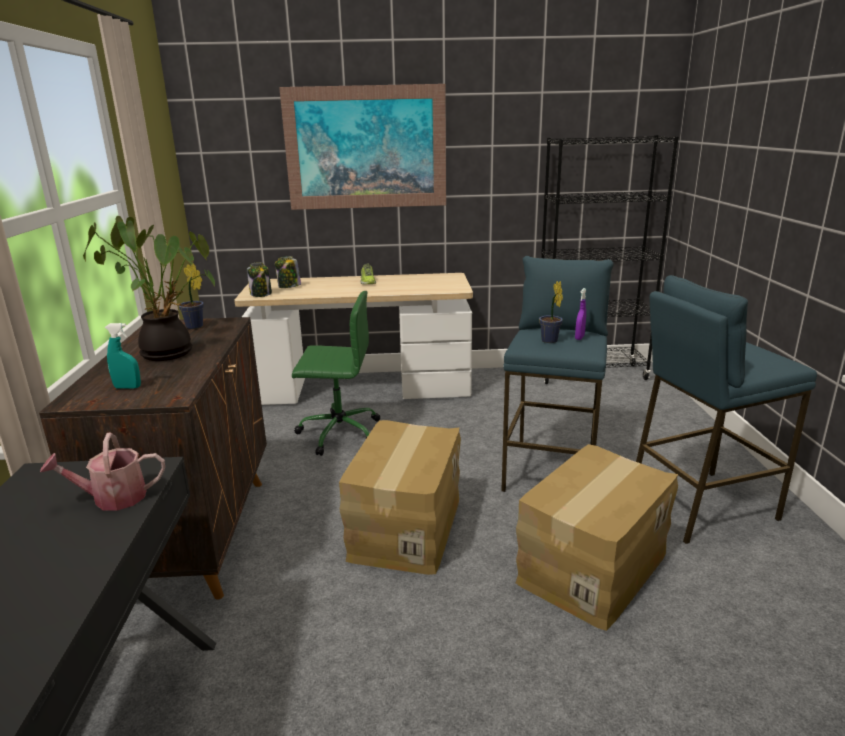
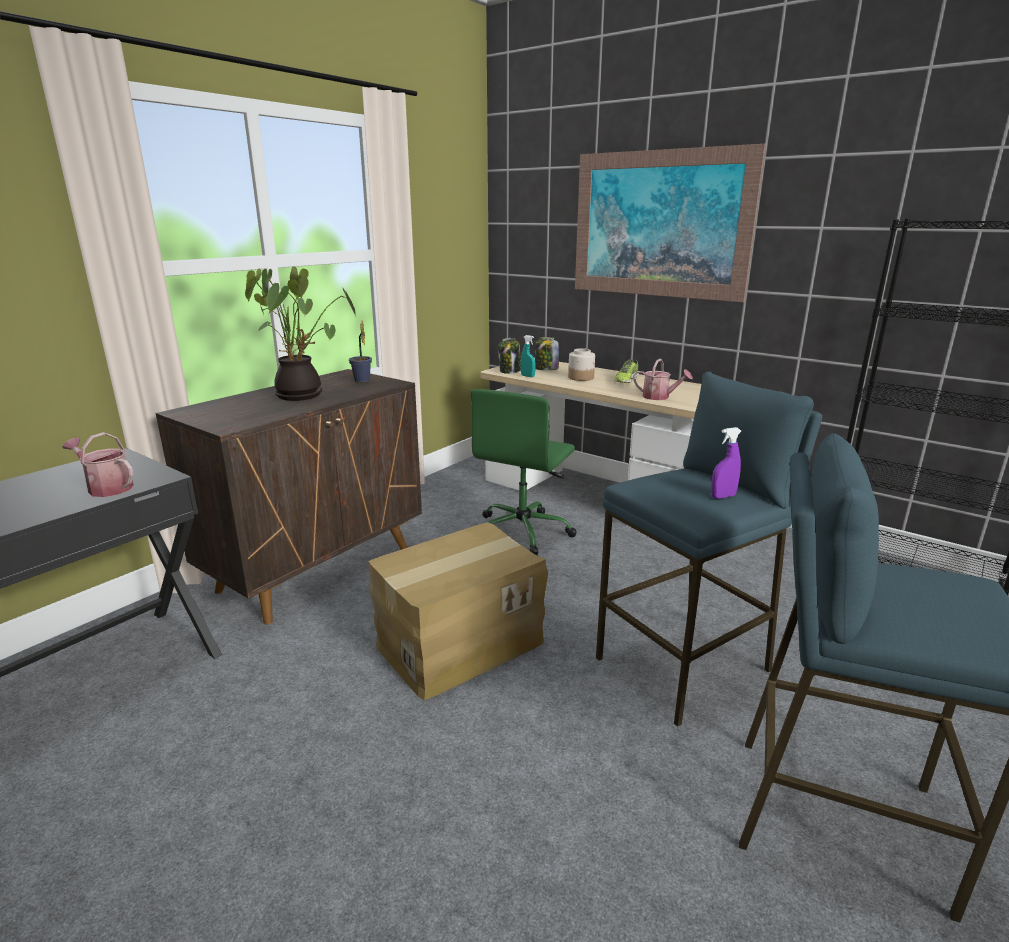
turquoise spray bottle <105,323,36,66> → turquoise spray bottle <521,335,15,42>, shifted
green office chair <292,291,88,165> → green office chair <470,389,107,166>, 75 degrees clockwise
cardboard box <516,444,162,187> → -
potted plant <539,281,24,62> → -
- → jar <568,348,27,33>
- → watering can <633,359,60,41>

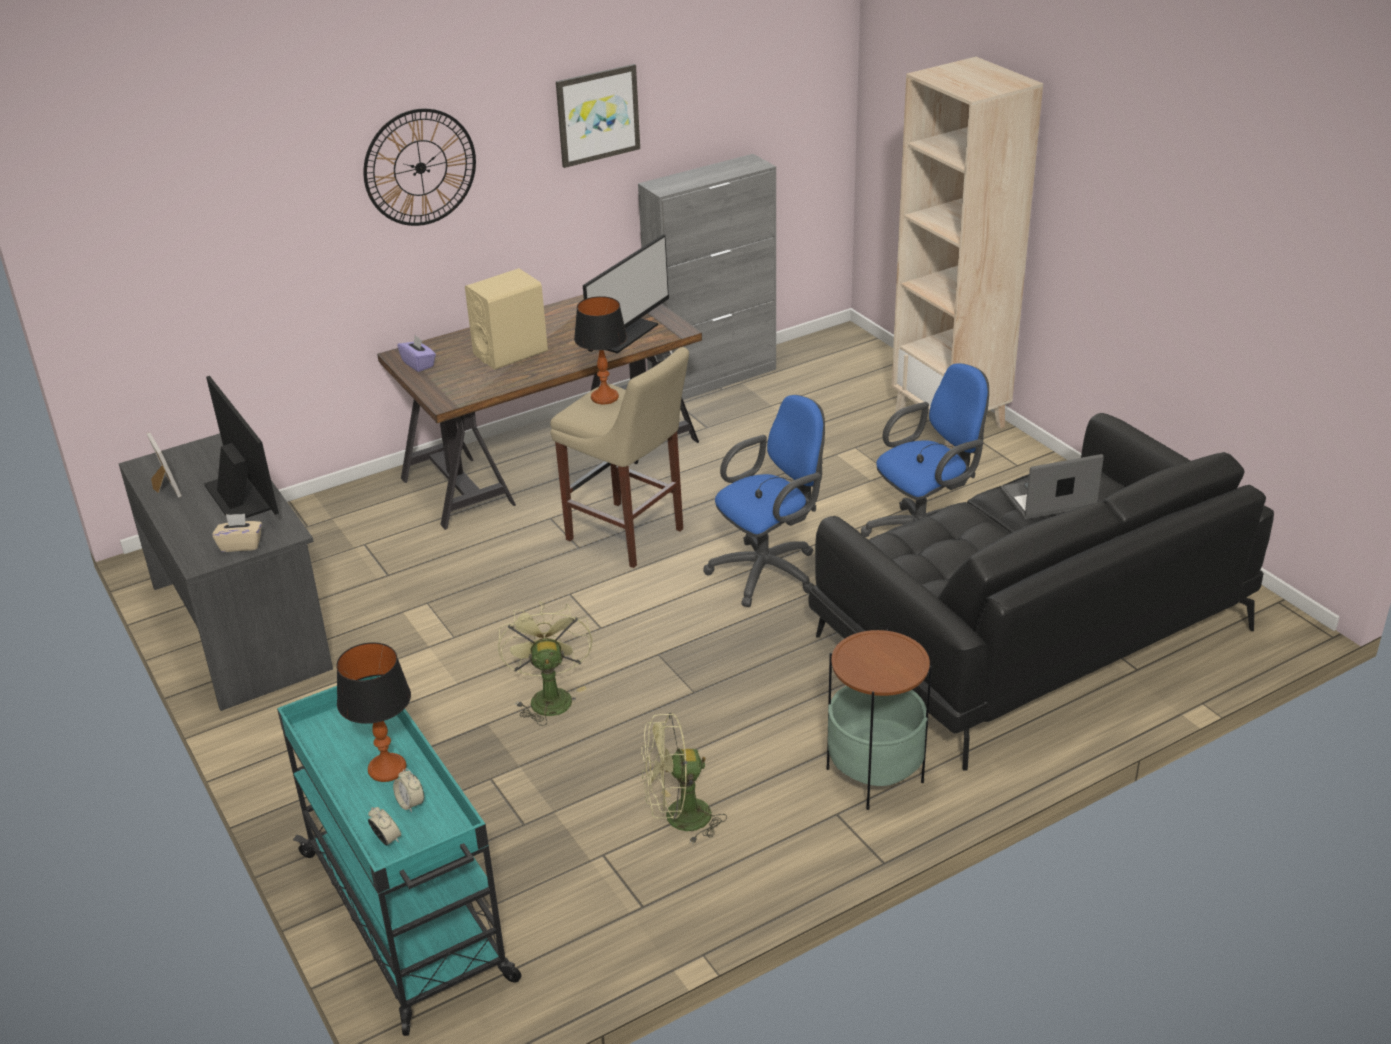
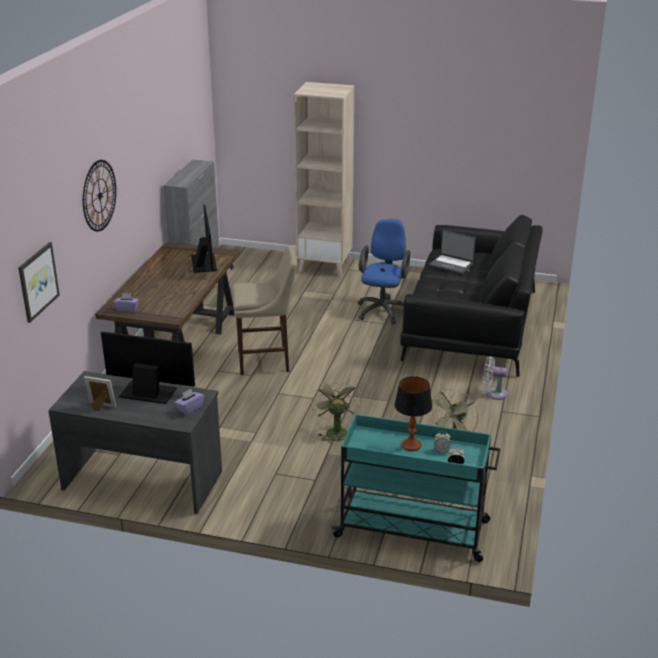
beige tissue box <212,514,50,38> → purple tissue box <175,388,29,27>
beige speaker <465,268,83,102> → -
green fan <498,601,94,125> → green fan <311,377,51,68>, 45 degrees clockwise
picture <556,64,84,104> → picture <18,242,42,81>, shifted
table lamp <574,296,53,108> → -
blue office chair <704,395,121,212> → -
side table <827,629,105,181> → white fan <483,357,25,43>
laptop <1001,454,103,66> → laptop <429,230,47,44>, 90 degrees counterclockwise

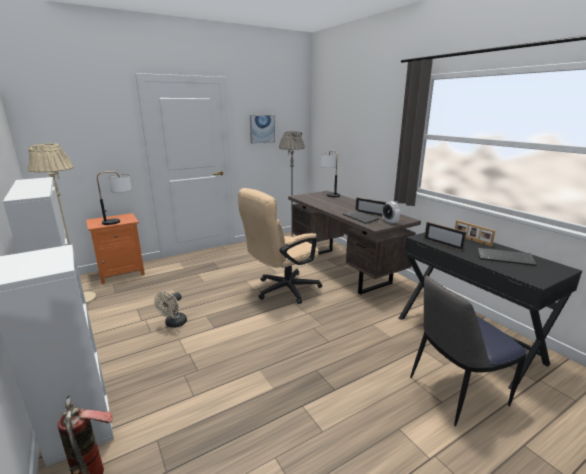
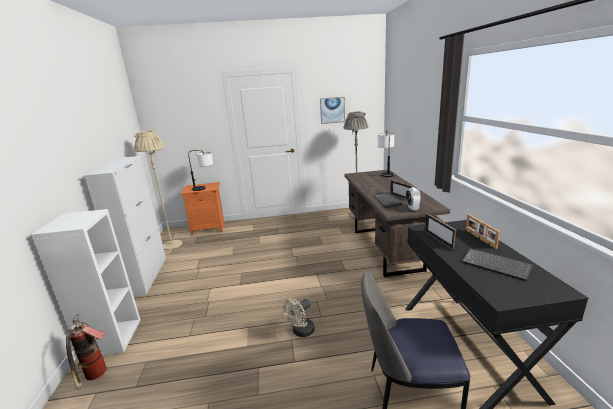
beige fan <154,291,33,37> → beige fan <283,298,32,39>, shifted
beige office chair <238,188,84,116> → -

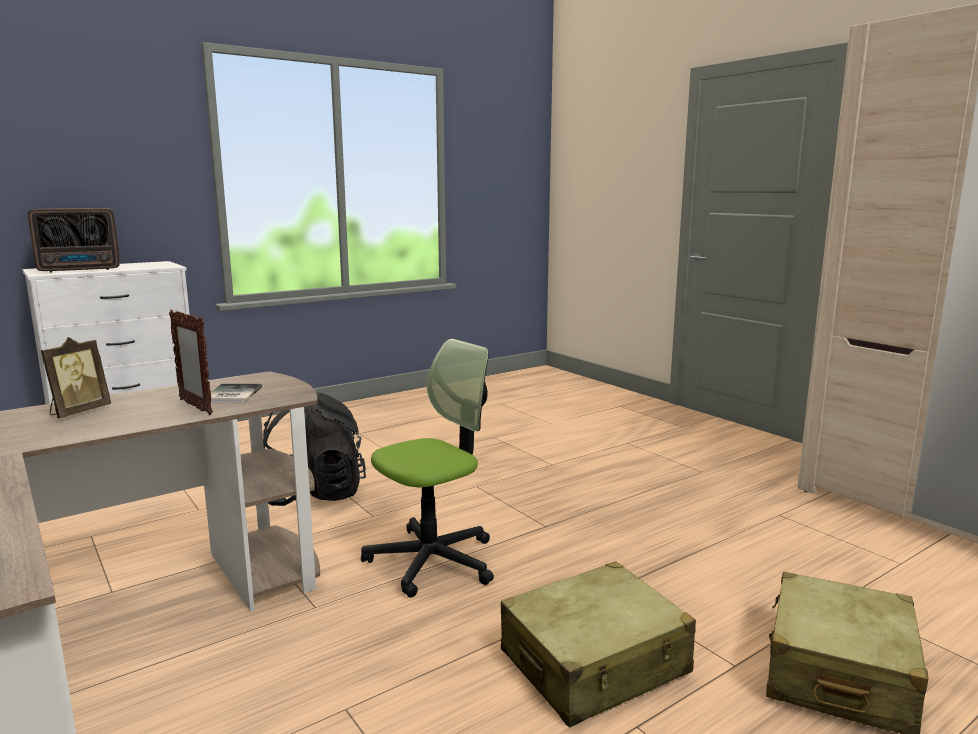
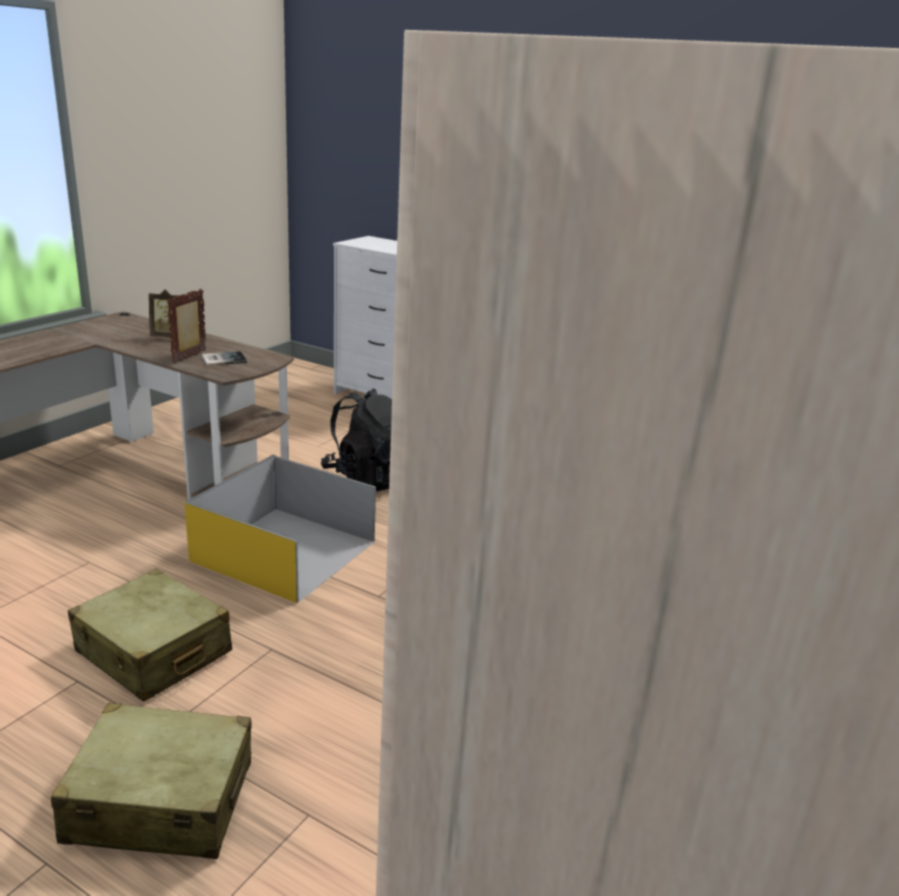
radio <28,208,92,64> → -
office chair <361,339,133,259> → yellow storage box <184,455,192,148>

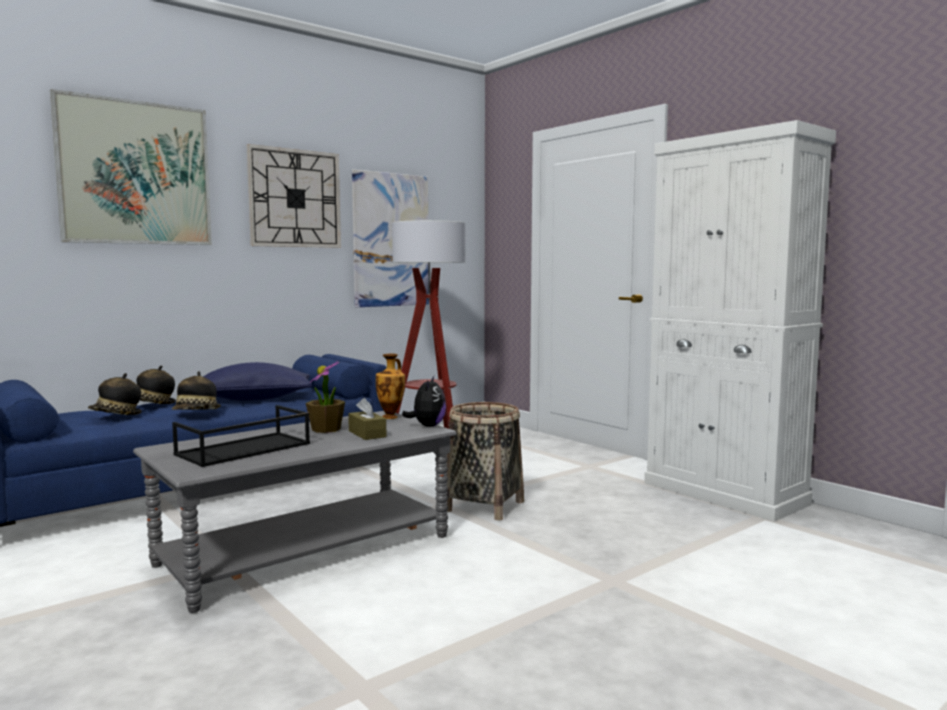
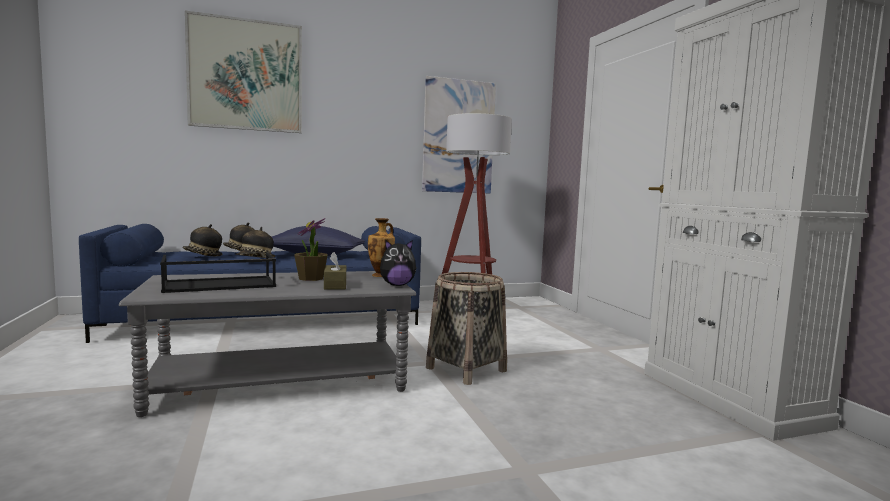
wall clock <247,144,94,104> → -
plush toy <402,376,44,51> → plush toy <380,240,37,46>, 45 degrees clockwise

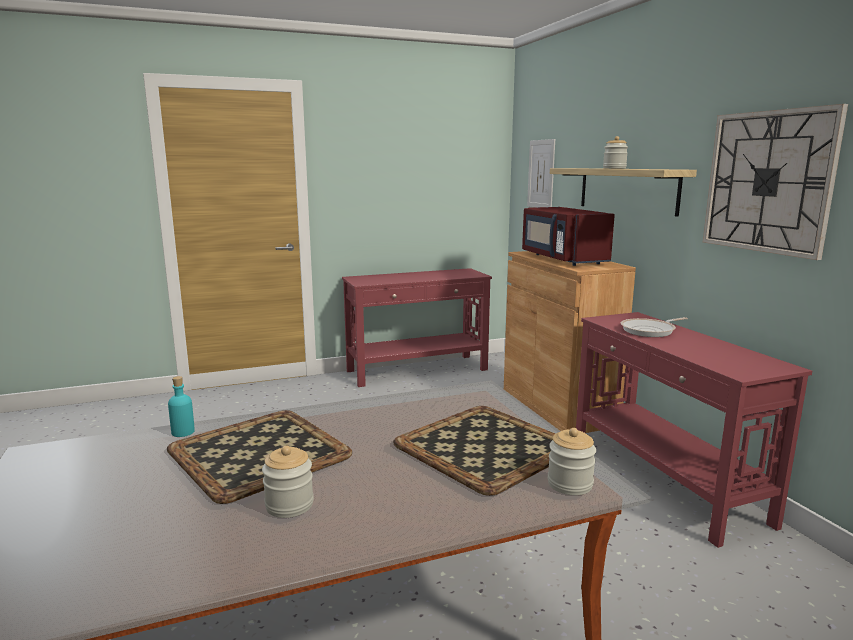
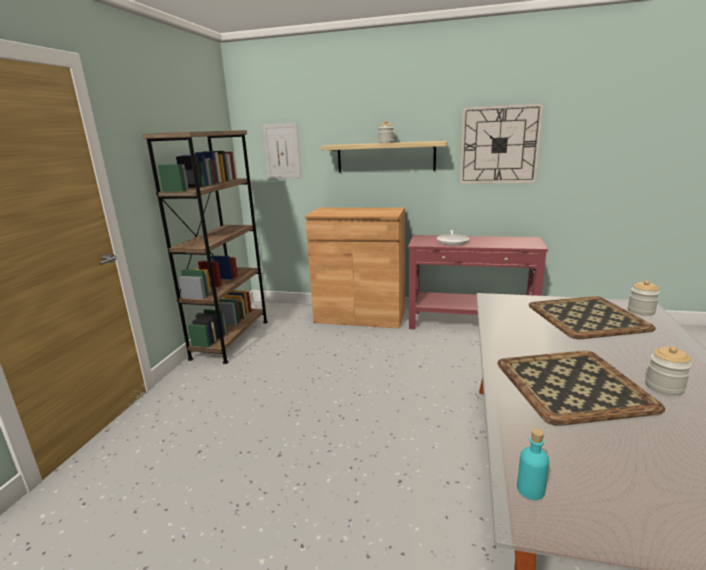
turquoise bottle <168,376,27,61> → turquoise bottle <517,428,32,72>, shifted
red console table <342,268,150,119> → brown bookcase <142,130,126,234>
red microwave <522,207,93,59> → -

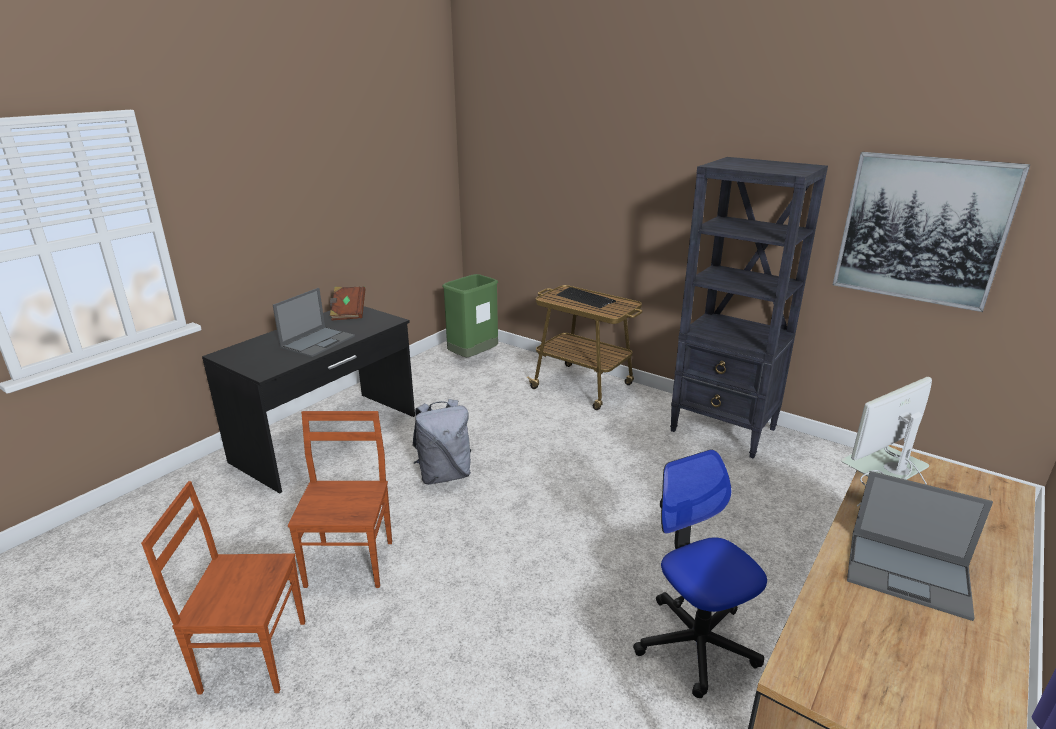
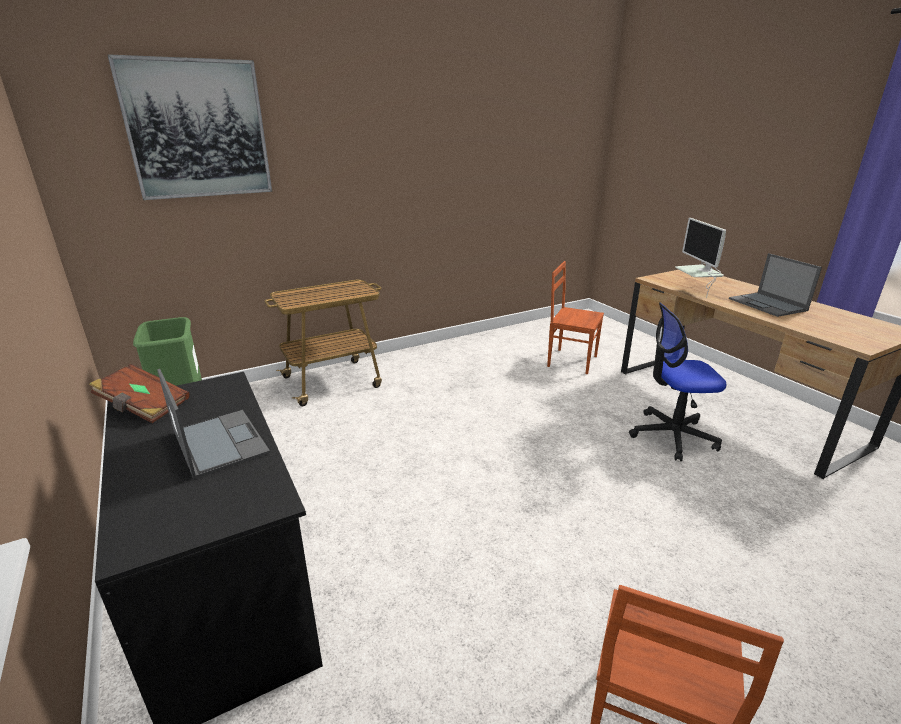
brown chair <288,411,104,177> → brown chair <547,261,57,113>, shifted
grey backpack <412,399,60,86> → -
keyboard <557,287,59,21> → -
black bookcase <670,157,158,302> → -
picture <833,152,197,160> → picture <107,54,165,146>, shifted
laptop <847,471,146,150> → laptop <729,253,93,64>, 105 degrees clockwise

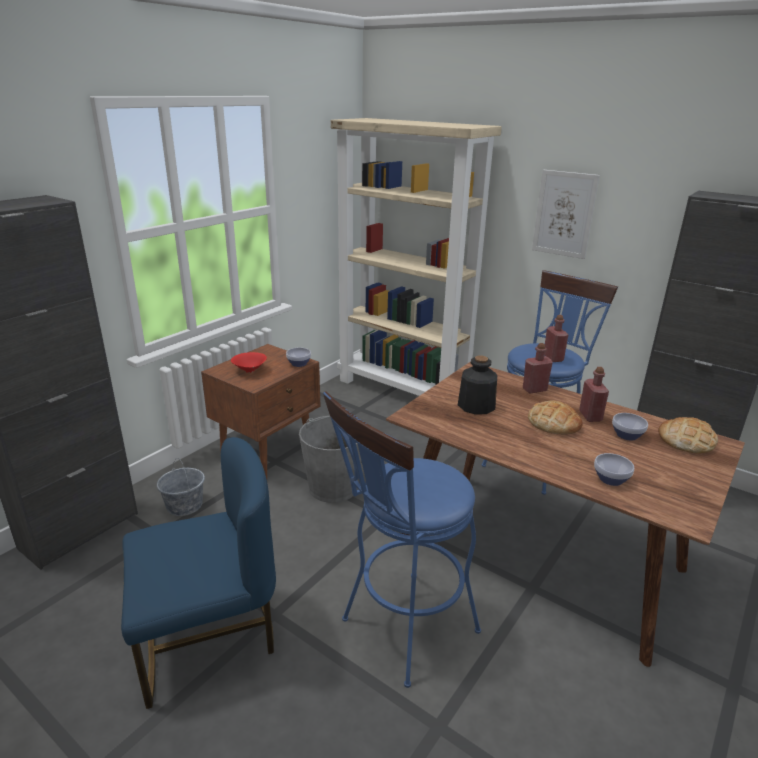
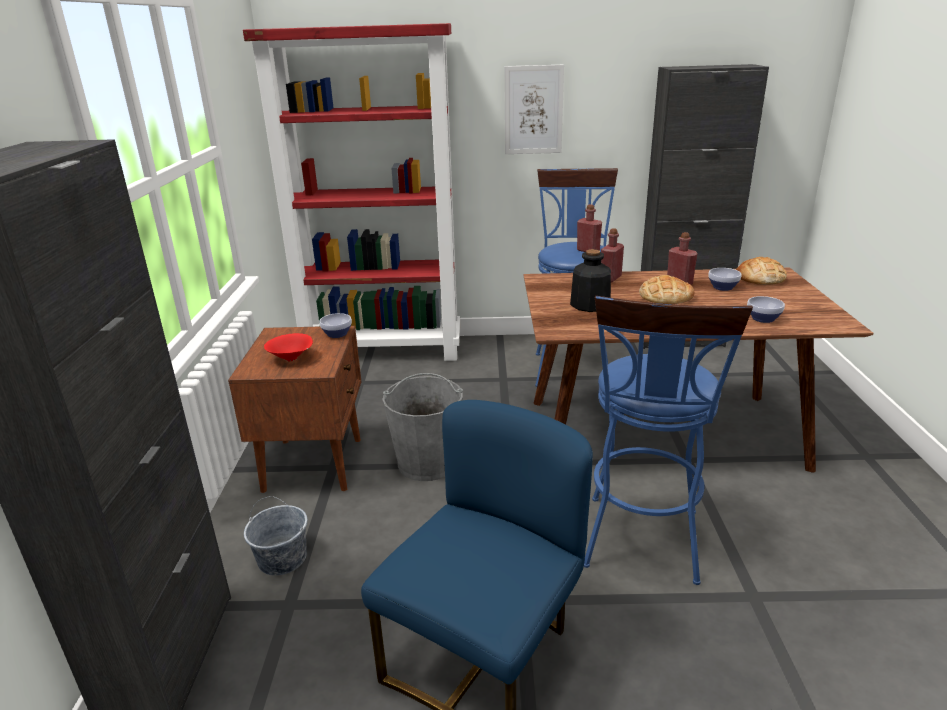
beige bookcase <331,118,171,278> → red bookcase <243,23,217,338>

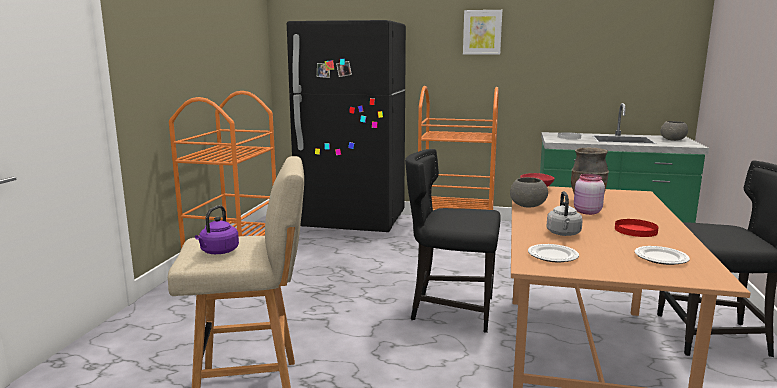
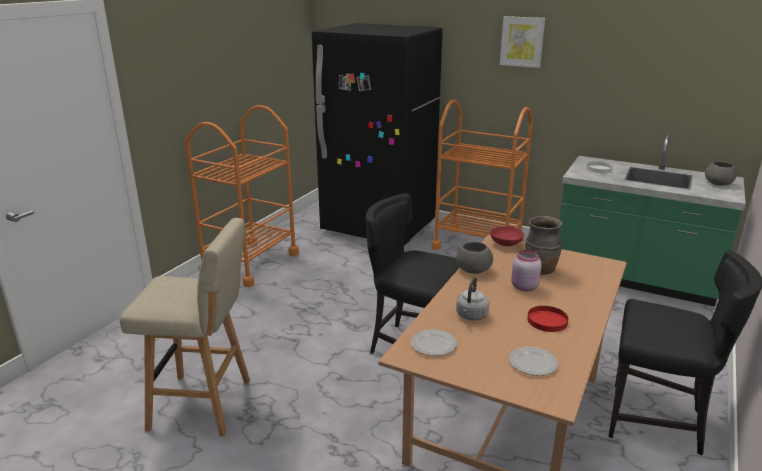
purple kettle <195,205,44,49> → -

